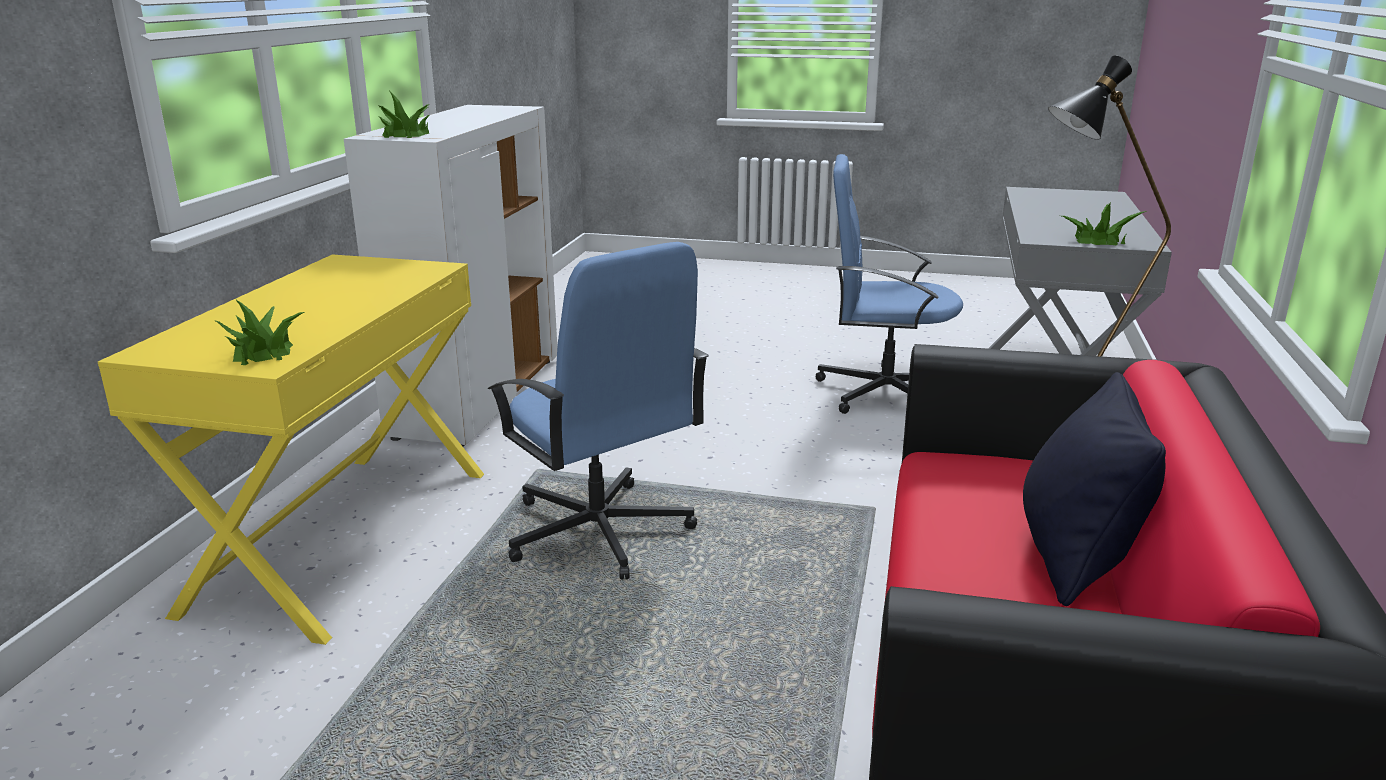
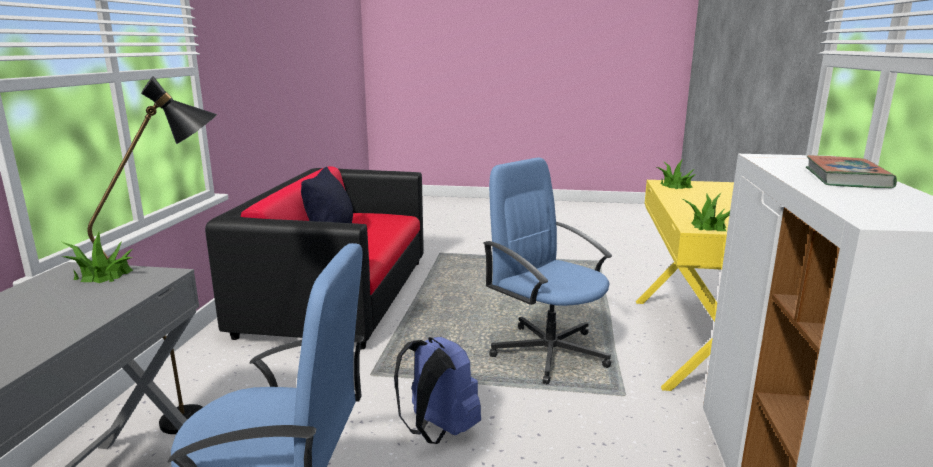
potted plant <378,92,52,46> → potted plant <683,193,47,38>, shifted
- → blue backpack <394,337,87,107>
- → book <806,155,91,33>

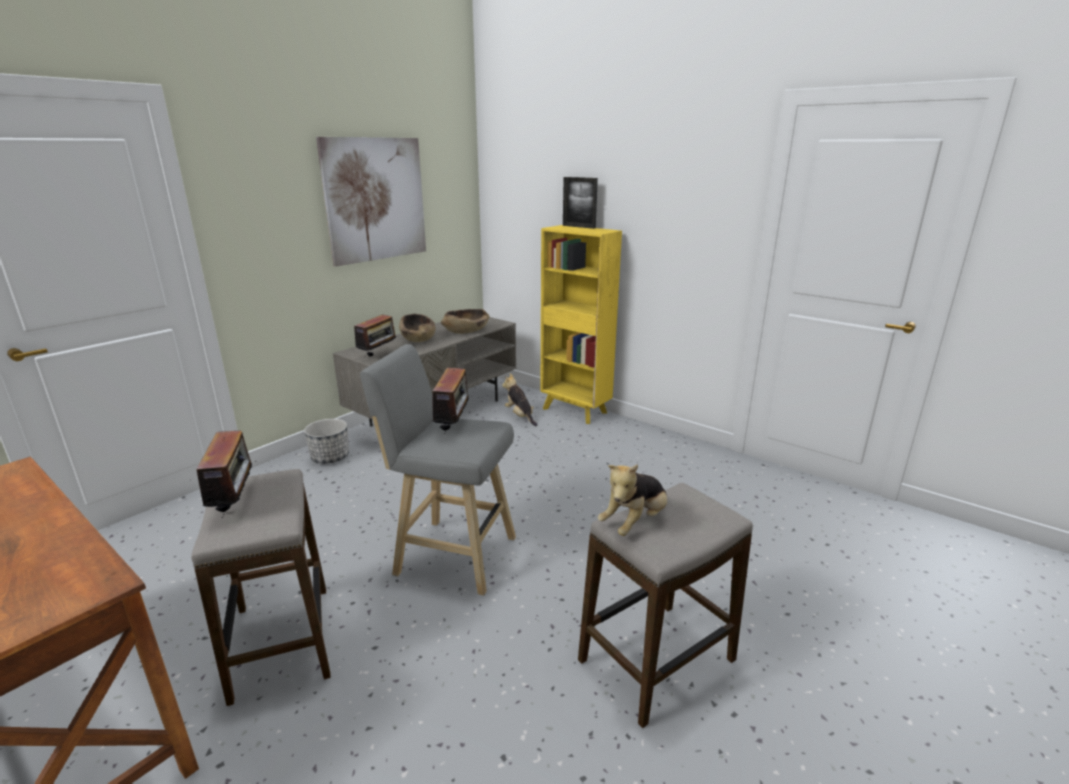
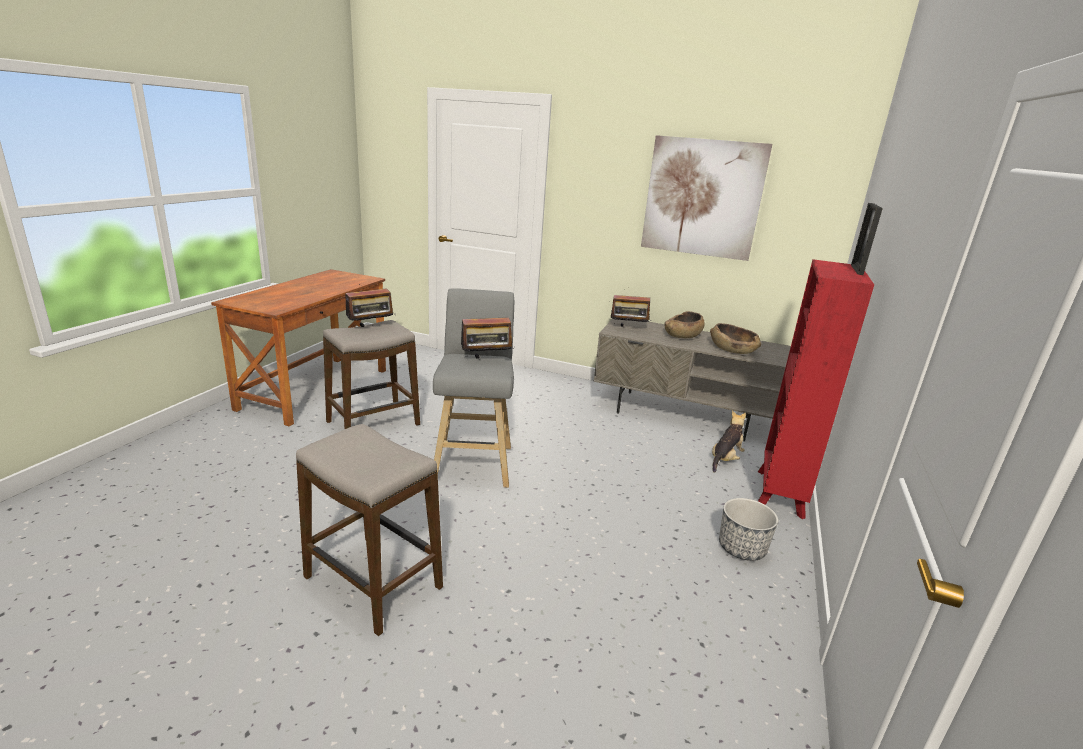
planter <304,419,45,45> → planter <719,498,59,63>, shifted
yellow bookcase <541,225,81,199> → red bookcase <758,259,116,260>
plush toy <598,464,69,72> → -

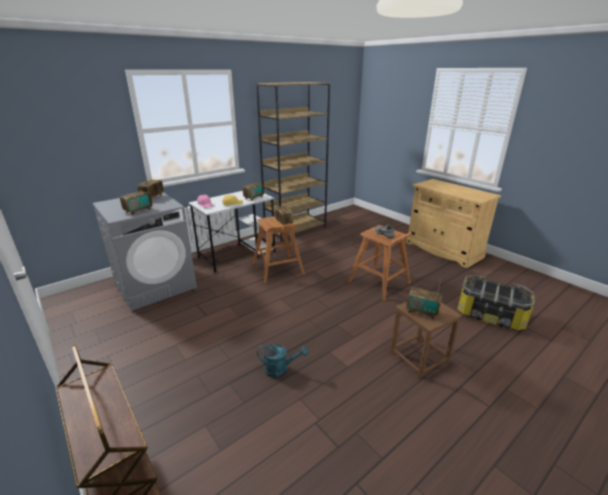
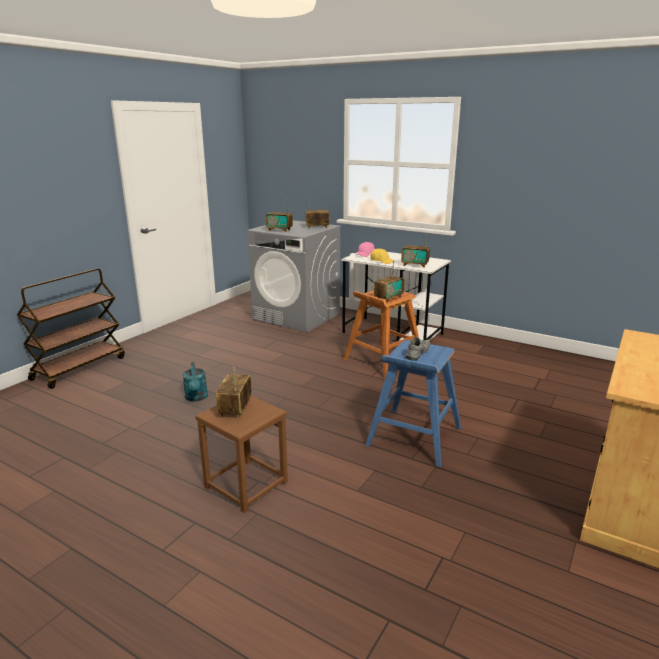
brown bookcase <256,82,74,160> → -
brown stool <348,225,64,76> → blue stool <365,340,96,127>
storage box <457,275,78,55> → -

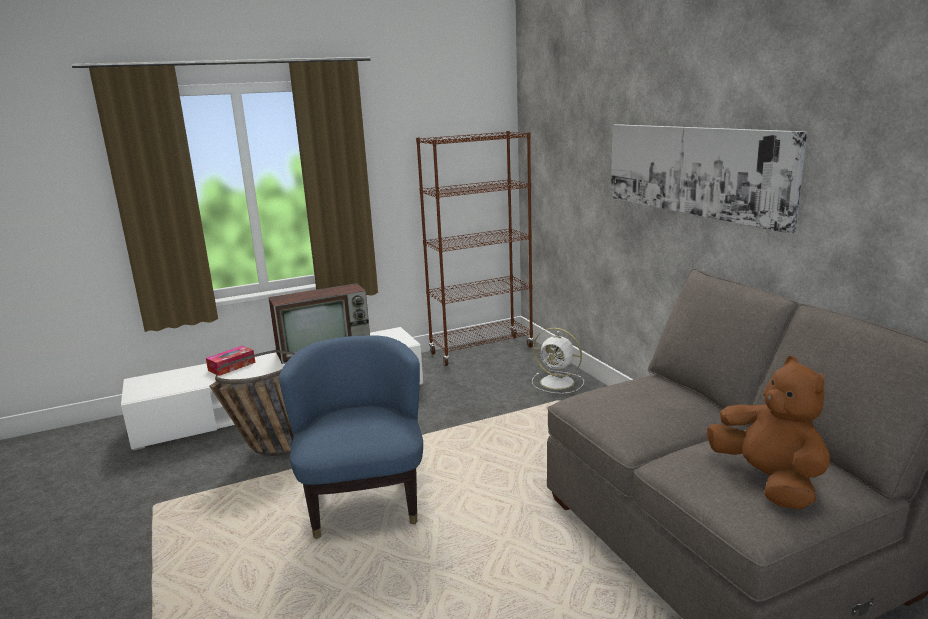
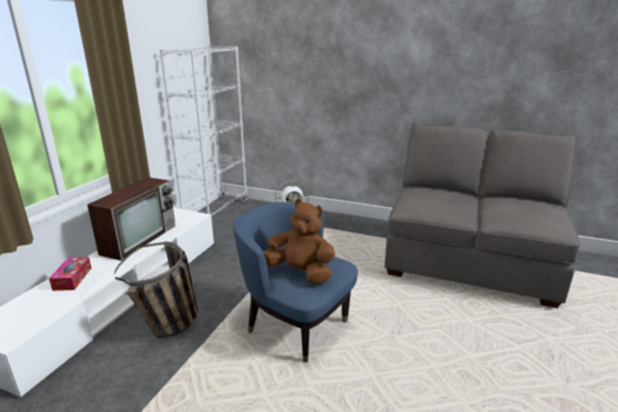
brown bookcase <416,131,118,235> → white bookcase <160,46,88,170>
picture <611,124,196,110> → -
brown plush toy <707,356,123,154> → brown plush toy <263,199,72,85>, shifted

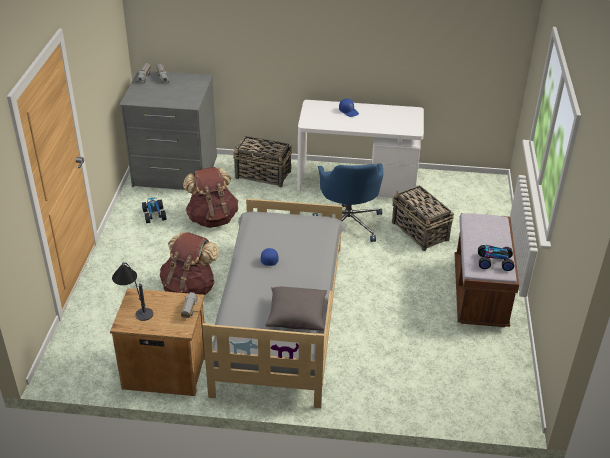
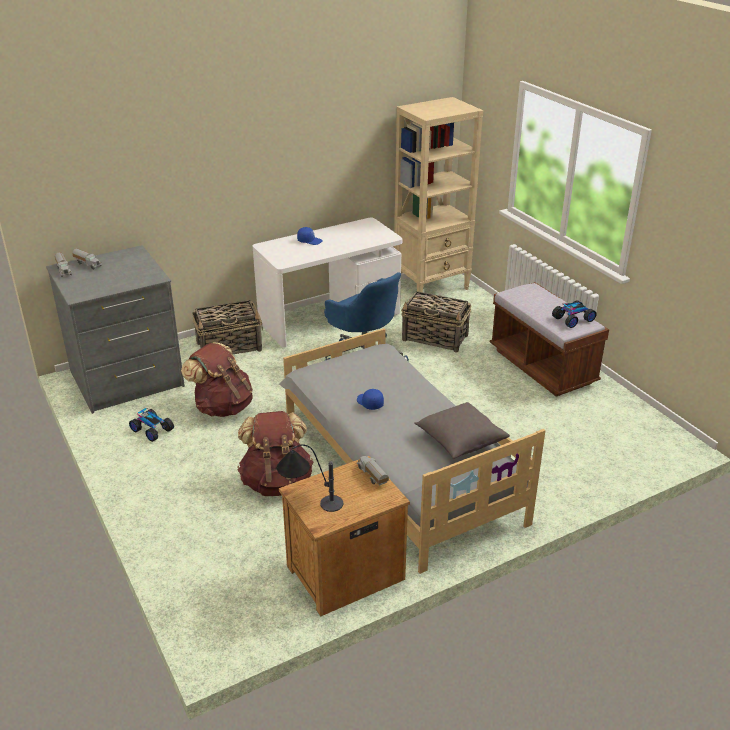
- → beige bookcase <394,97,89,195>

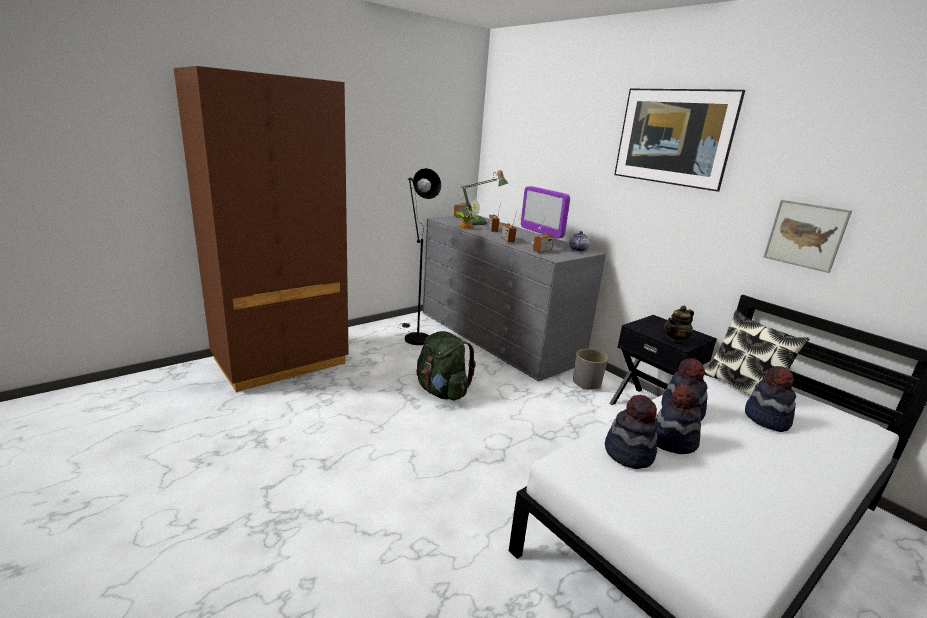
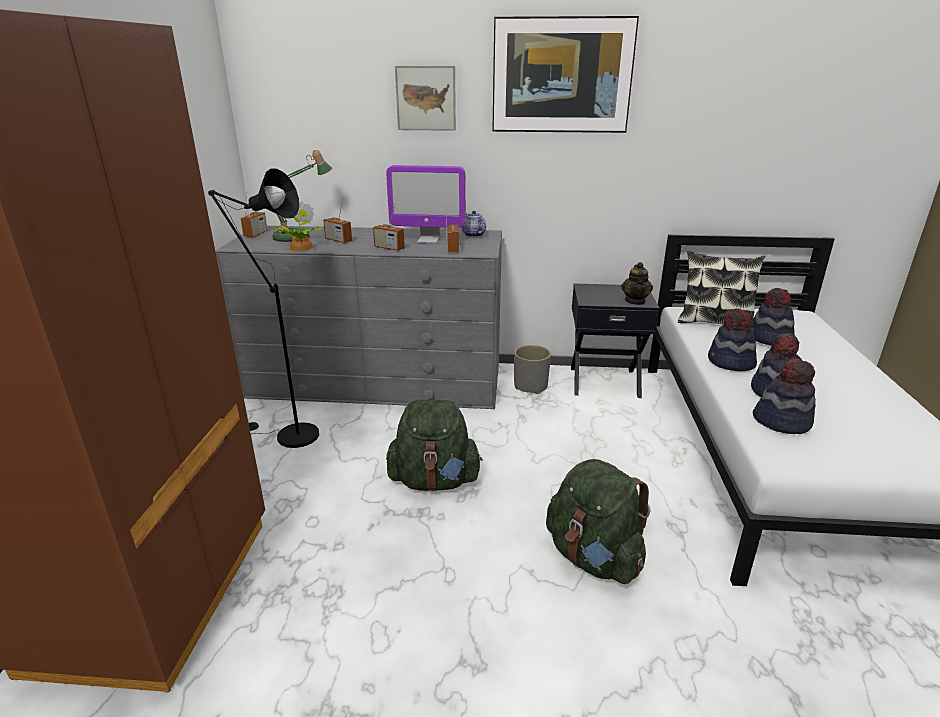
picture <764,200,88,73> → picture <395,66,61,65>, shifted
- → green backpack <546,459,104,125>

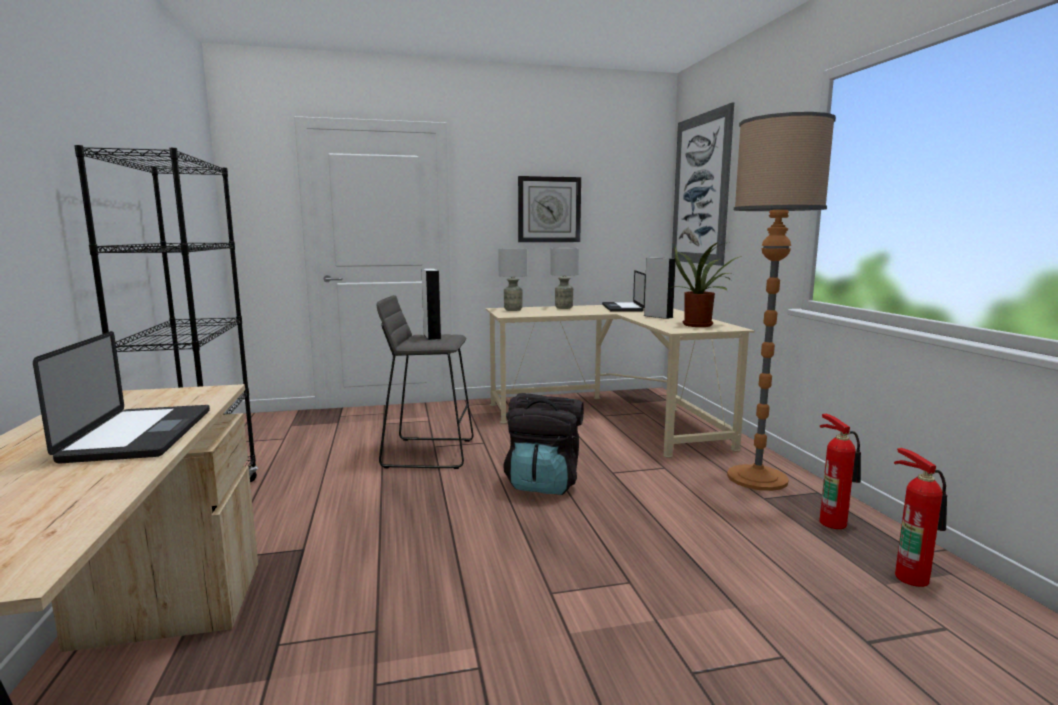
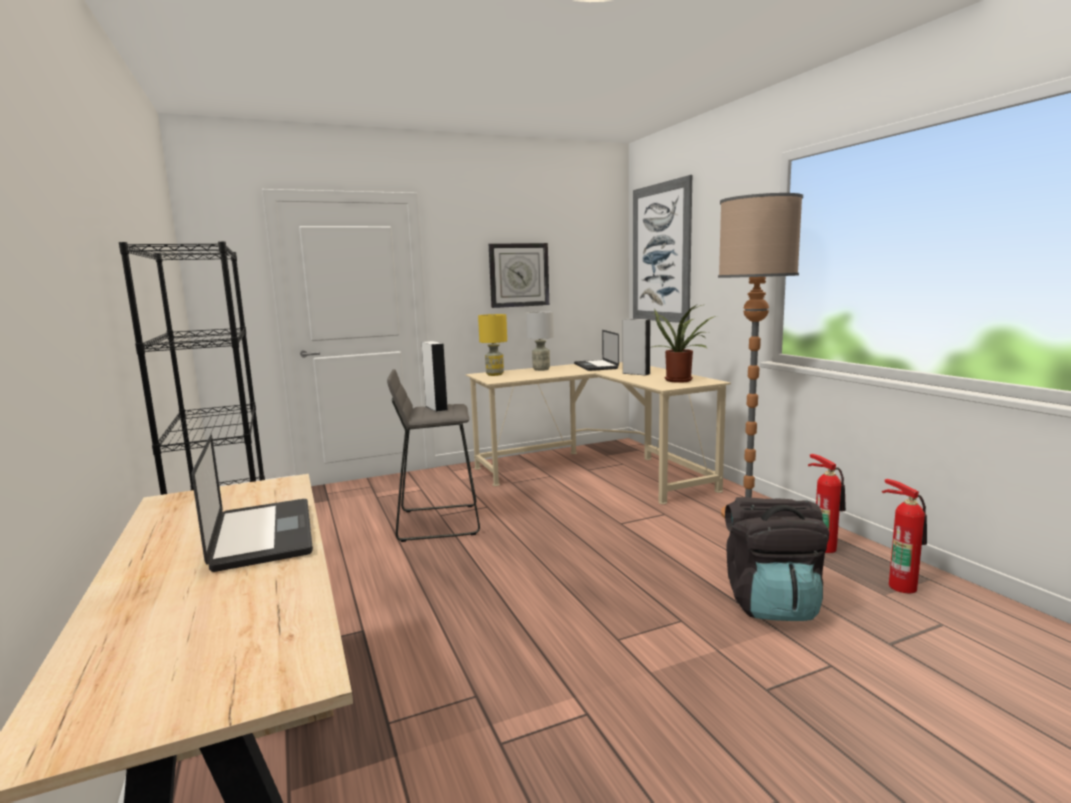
grey table lamp <498,248,29,63> → yellow table lamp <478,314,29,62>
black backpack <503,393,81,102> → black backpack <725,497,105,124>, shifted

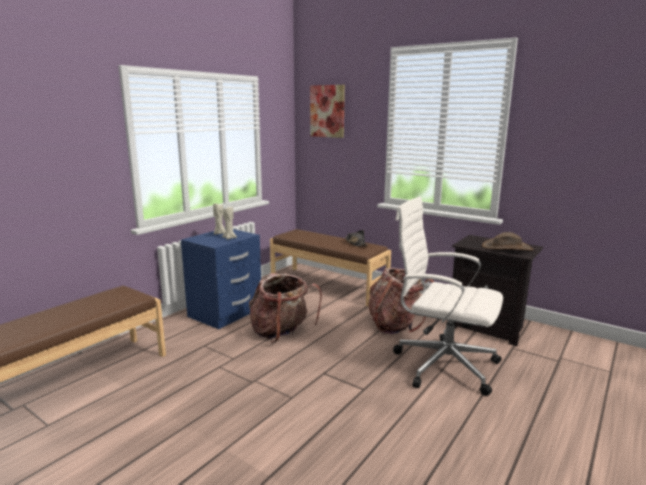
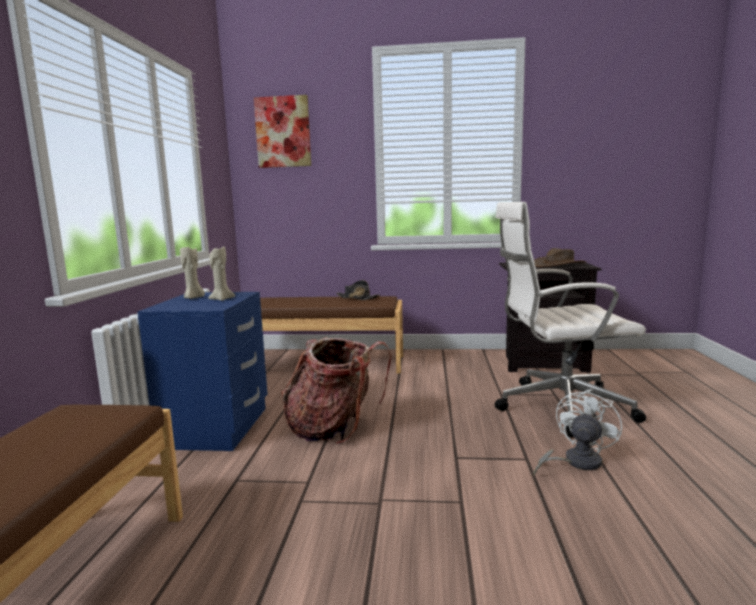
backpack <368,268,66,66> → -
- → white fan <533,389,89,86>

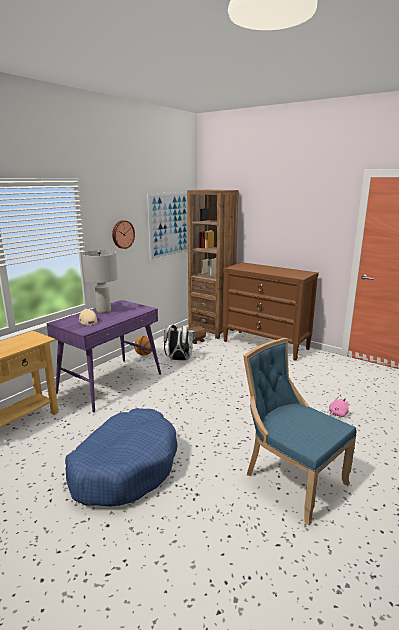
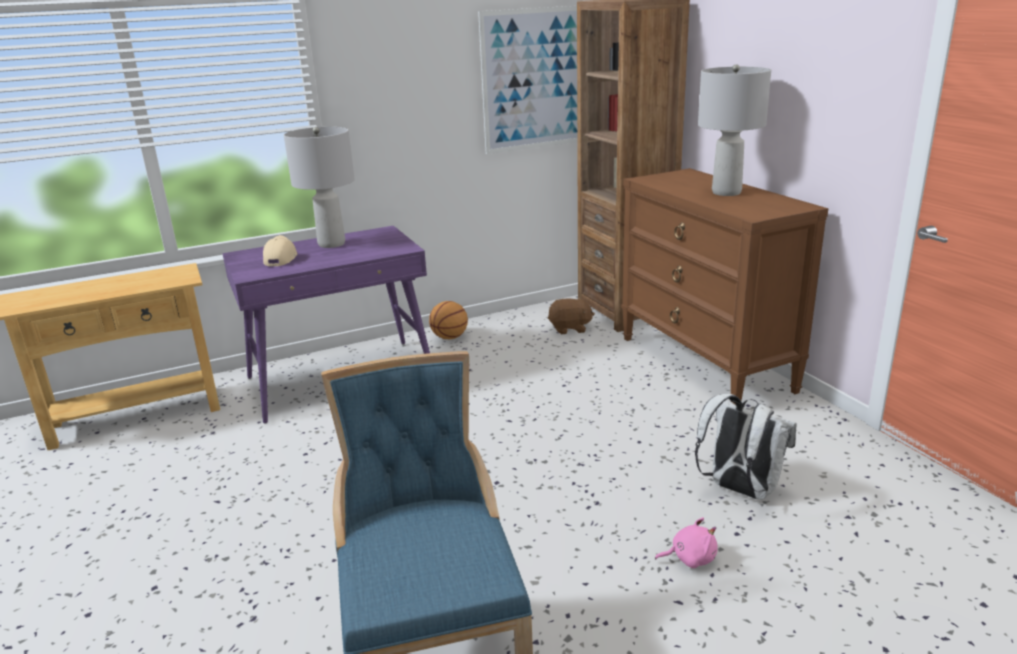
blue dog bed <65,408,113,99> → -
wall clock <112,220,23,29> → -
white backpack <164,325,31,36> → white backpack <695,394,102,106>, shifted
- → grey table lamp <698,64,73,132>

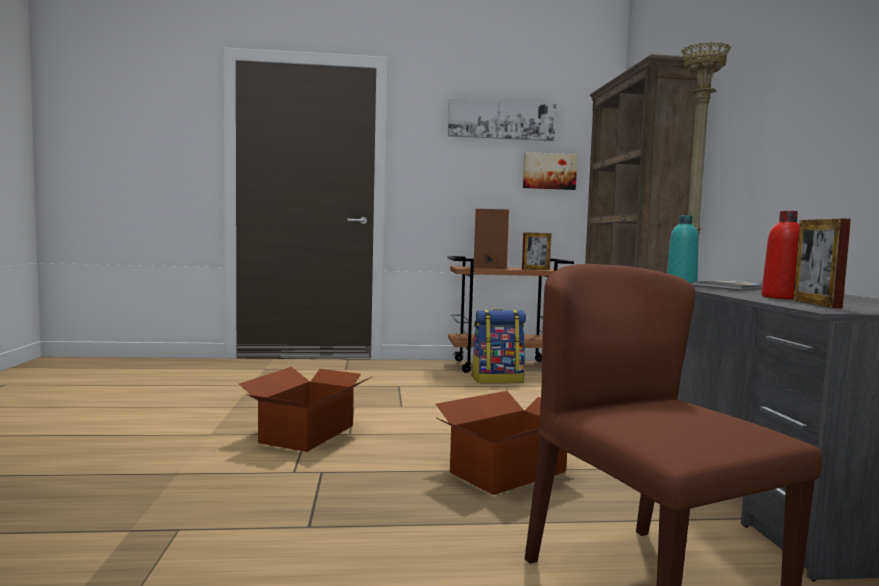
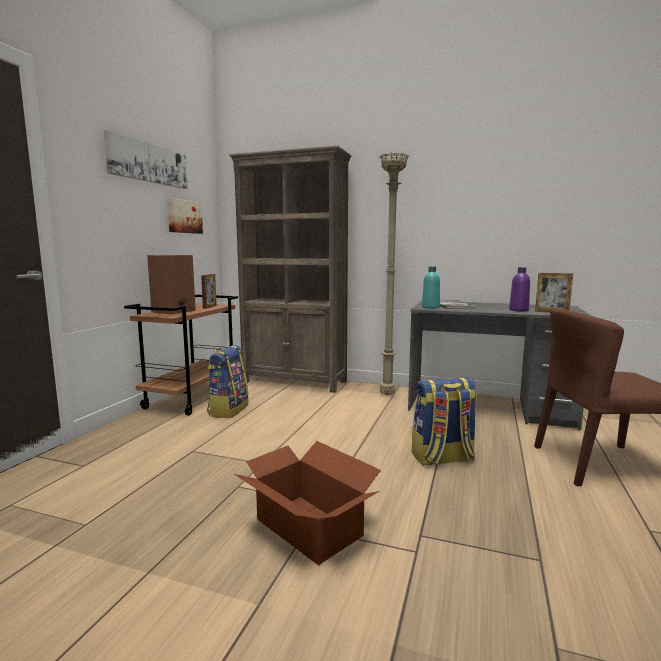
cardboard box <436,391,131,104> → backpack <412,378,65,88>
red bottle <761,211,38,88> → purple bottle <509,267,21,44>

